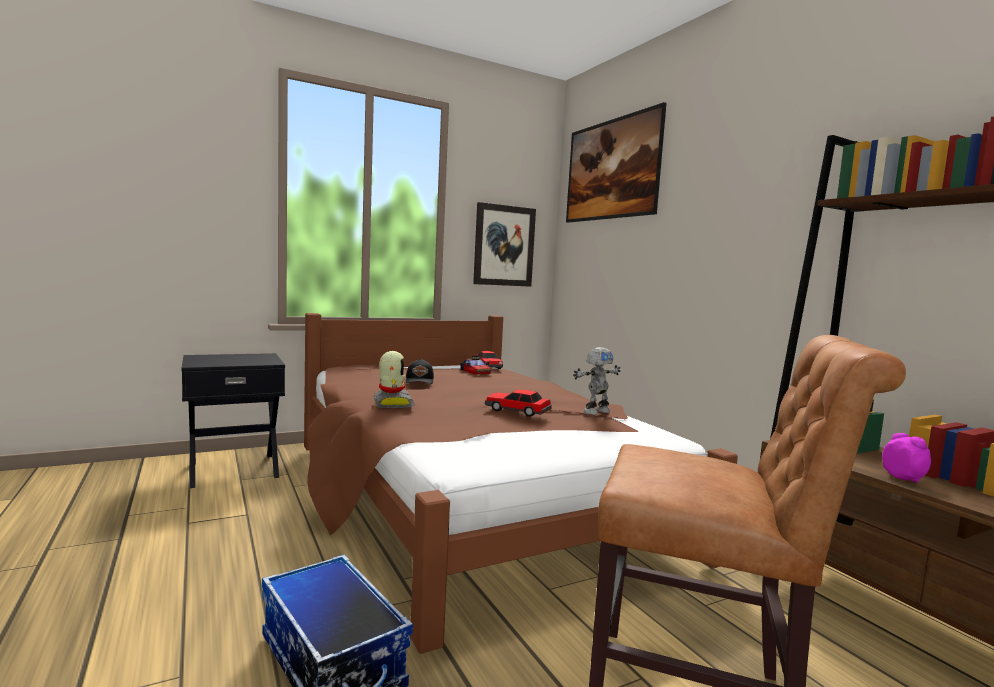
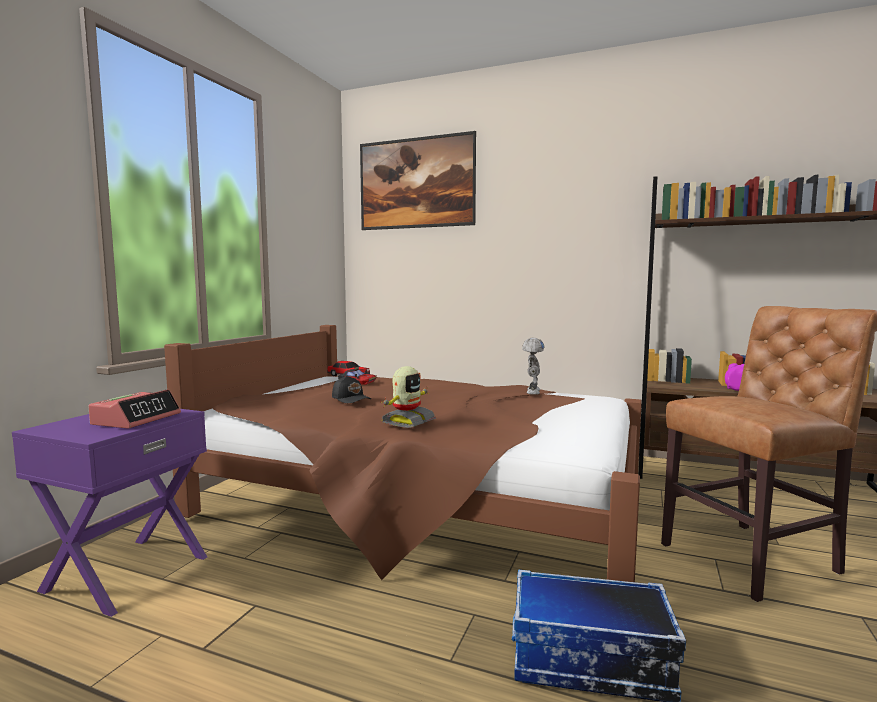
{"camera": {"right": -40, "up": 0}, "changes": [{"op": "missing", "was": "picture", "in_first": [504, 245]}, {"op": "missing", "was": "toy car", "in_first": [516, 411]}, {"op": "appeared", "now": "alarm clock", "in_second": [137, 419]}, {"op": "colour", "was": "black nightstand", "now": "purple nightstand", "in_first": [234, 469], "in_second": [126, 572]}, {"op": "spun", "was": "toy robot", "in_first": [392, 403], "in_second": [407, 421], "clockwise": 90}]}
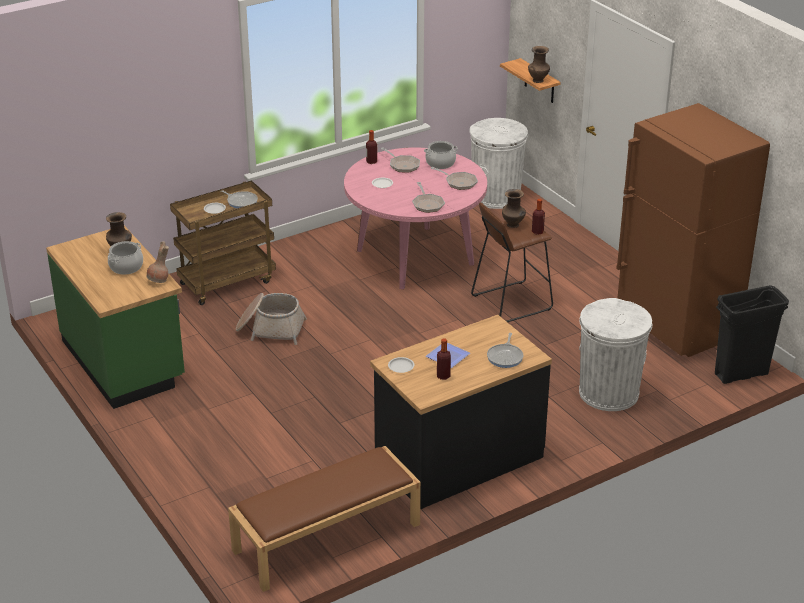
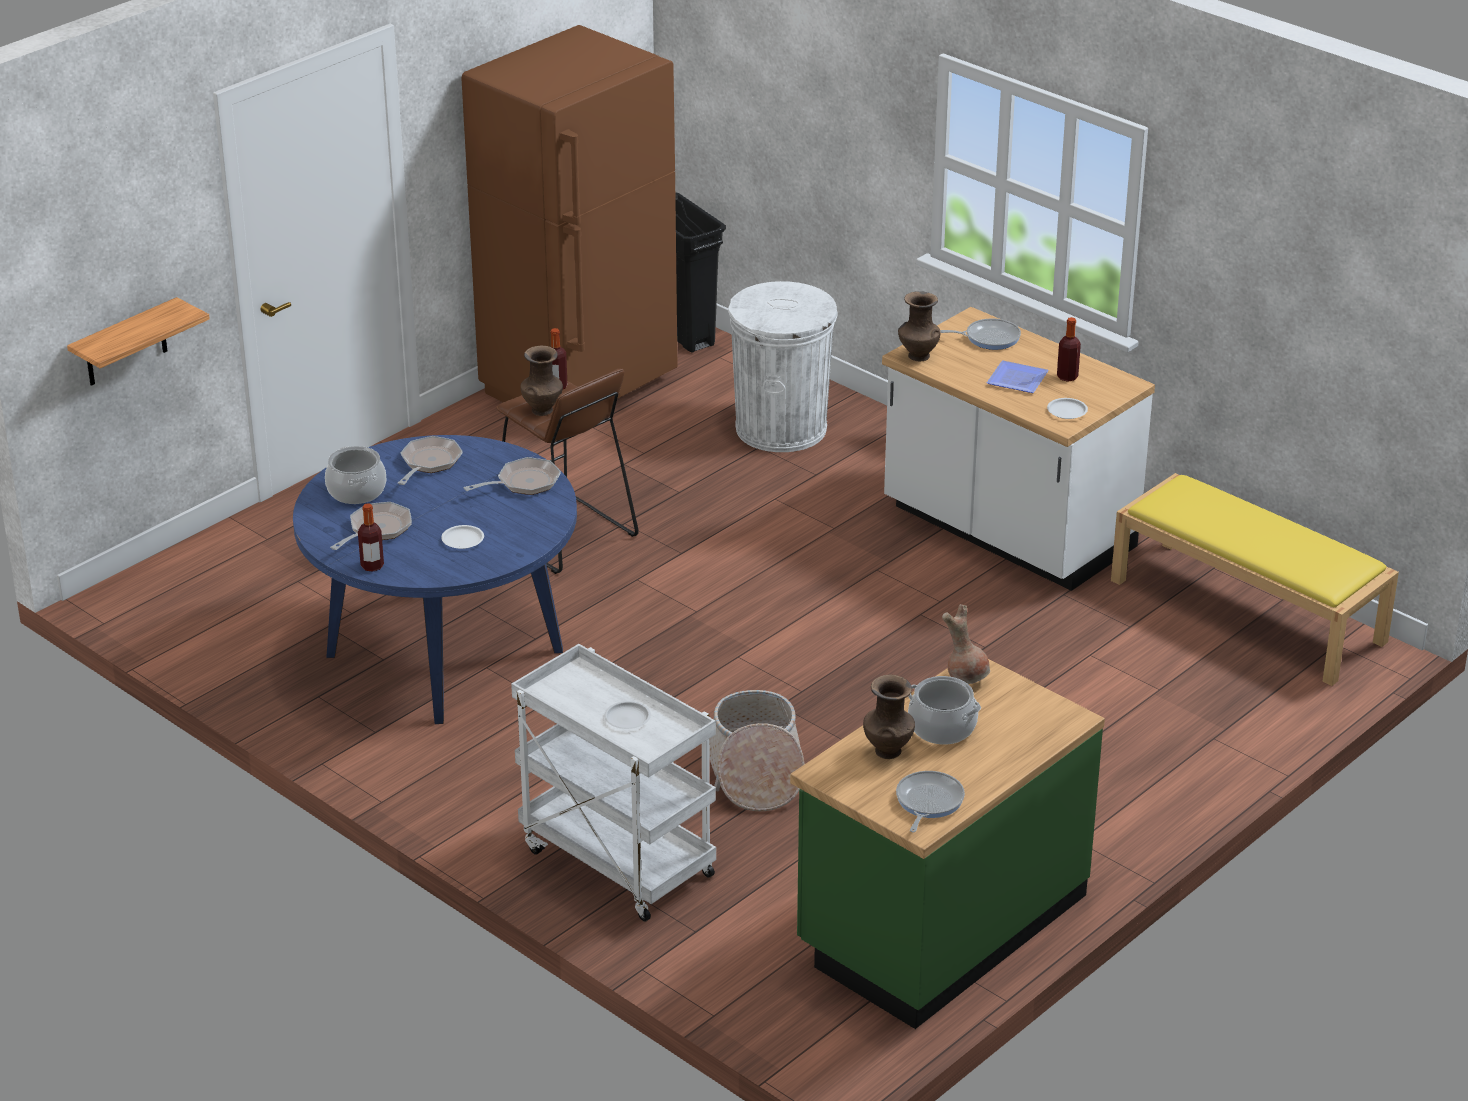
{"camera": {"right": -105, "up": 0}, "changes": [{"op": "missing", "was": "white trash can", "in_first": [496, 196]}, {"op": "relocated", "was": "frying pan", "in_first": [241, 201], "in_second": [928, 802]}, {"op": "relocated", "was": "brown vase", "in_first": [538, 80], "in_second": [917, 356]}, {"op": "colour", "was": "brown cart", "now": "white cart", "in_first": [227, 282], "in_second": [614, 862]}, {"op": "colour", "was": "brown bench", "now": "yellow bench", "in_first": [326, 538], "in_second": [1249, 611]}, {"op": "colour", "was": "pink dining table", "now": "blue dining table", "in_first": [415, 257], "in_second": [444, 653]}, {"op": "colour", "was": "black counter", "now": "white counter", "in_first": [458, 458], "in_second": [1007, 531]}]}
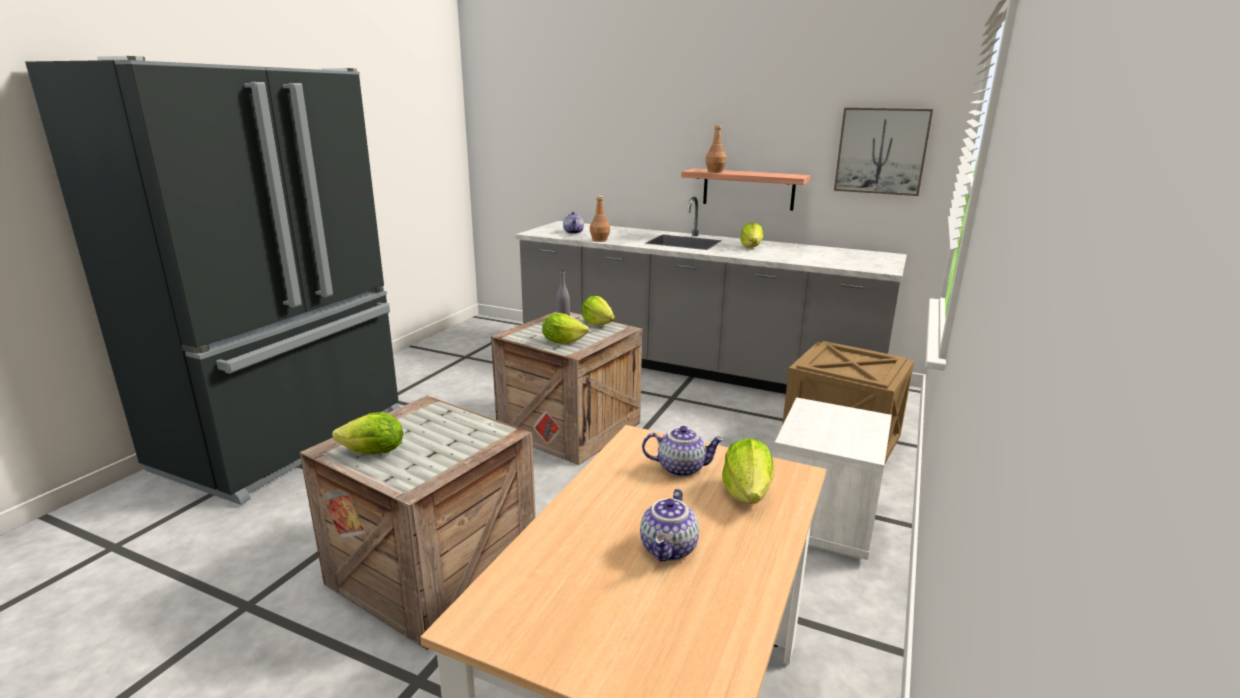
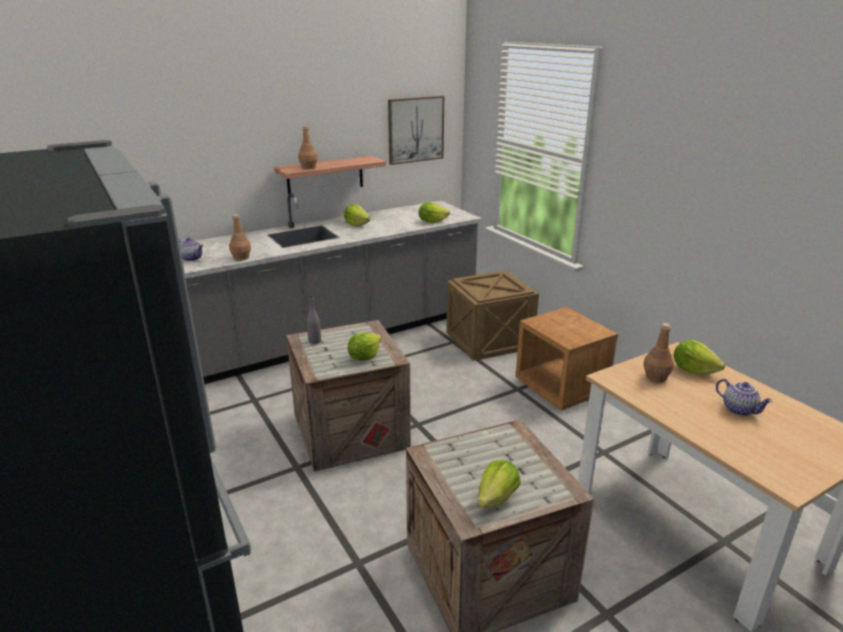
{"camera": {"right": -55, "up": 5}, "changes": [{"op": "relocated", "was": "lettuce", "in_first": [597, 323], "in_second": [432, 222]}, {"op": "exchanged", "was": "teapot", "now": "brown bottle", "in_first": [681, 468], "in_second": [655, 377]}, {"op": "colour", "was": "white nightstand", "now": "brown nightstand", "in_first": [822, 522], "in_second": [561, 388]}]}
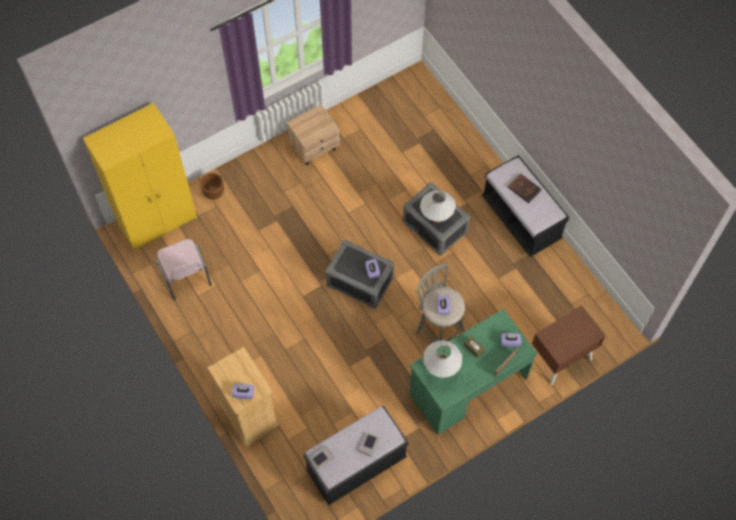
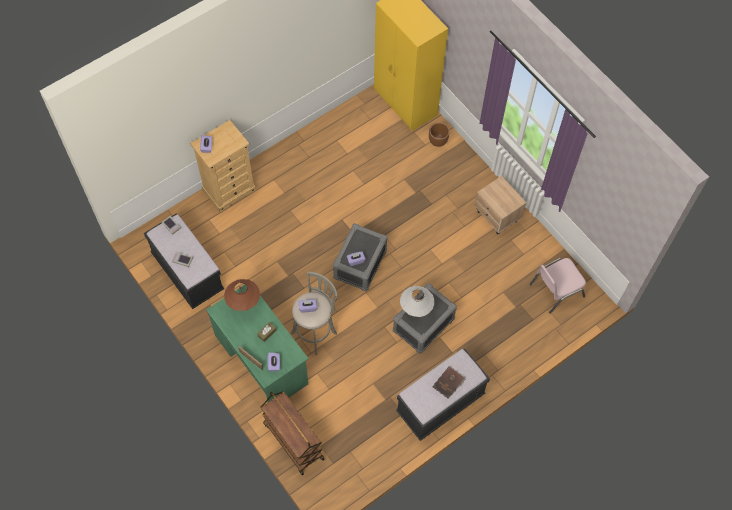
{"camera": {"right": 85, "up": 0}, "changes": [{"op": "relocated", "was": "pink chair", "in_first": [185, 275], "in_second": [555, 290]}, {"op": "exchanged", "was": "brown nightstand", "now": "brown cart", "in_first": [560, 358], "in_second": [293, 441]}, {"op": "colour", "was": "white table lamp", "now": "brown table lamp", "in_first": [440, 370], "in_second": [244, 306]}]}
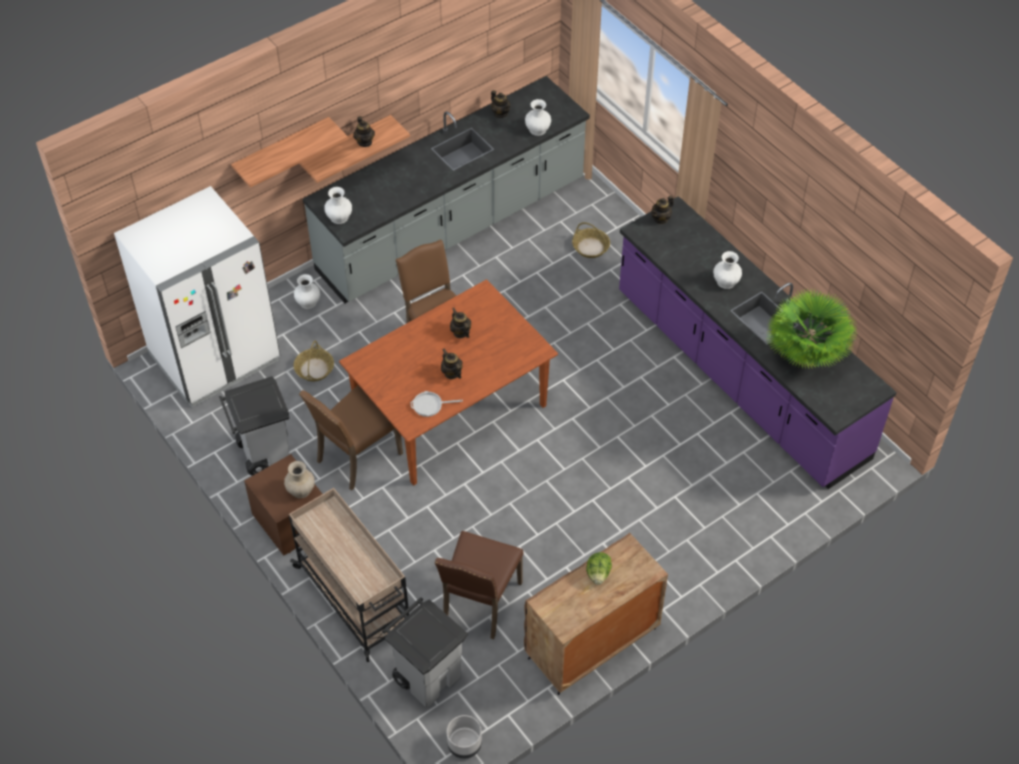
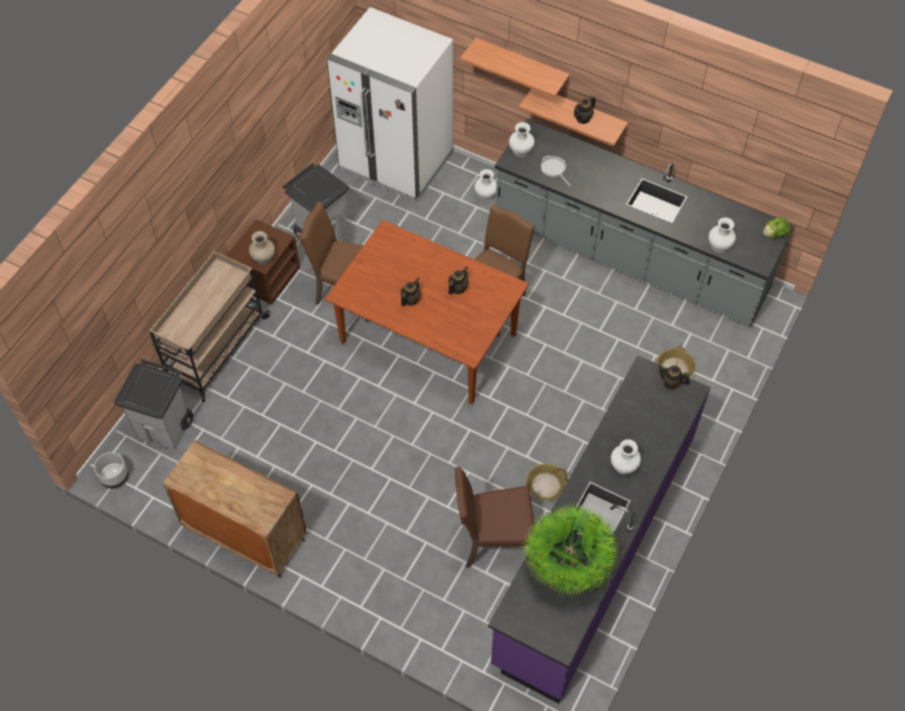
{"camera": {"right": 65, "up": 5}, "changes": [{"op": "missing", "was": "teapot", "in_first": [500, 113]}, {"op": "relocated", "was": "basket", "in_first": [314, 369], "in_second": [545, 485]}, {"op": "relocated", "was": "frying pan", "in_first": [430, 405], "in_second": [554, 169]}, {"op": "relocated", "was": "brown chair", "in_first": [479, 603], "in_second": [494, 541]}, {"op": "relocated", "was": "lettuce", "in_first": [598, 574], "in_second": [774, 234]}]}
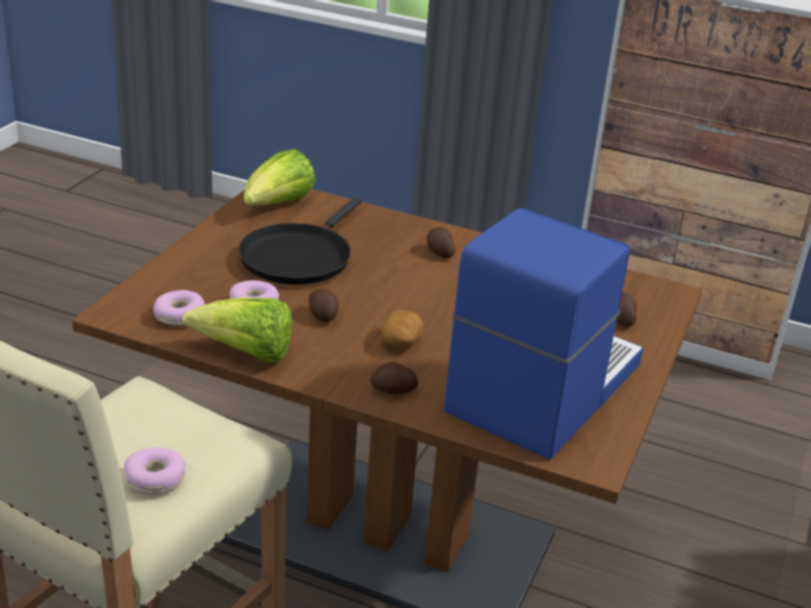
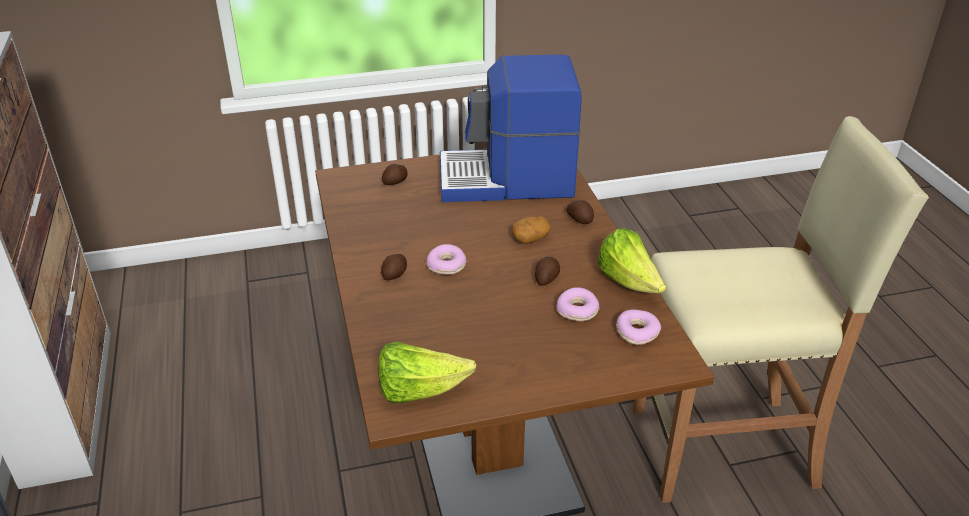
{"camera": {"right": -125, "up": 5}, "changes": [{"op": "missing", "was": "black frying pan", "in_first": [298, 257]}, {"op": "relocated", "was": "donut", "in_first": [155, 479], "in_second": [447, 265]}]}
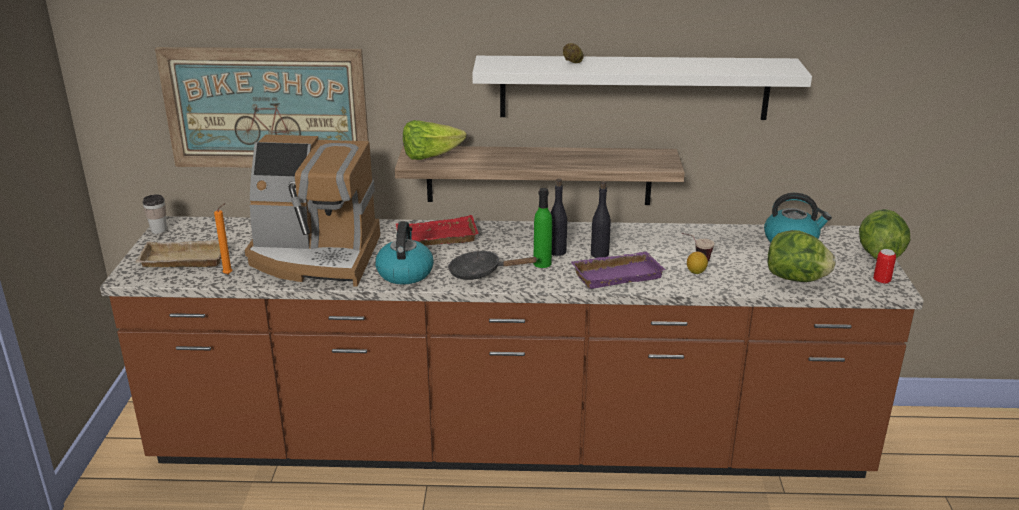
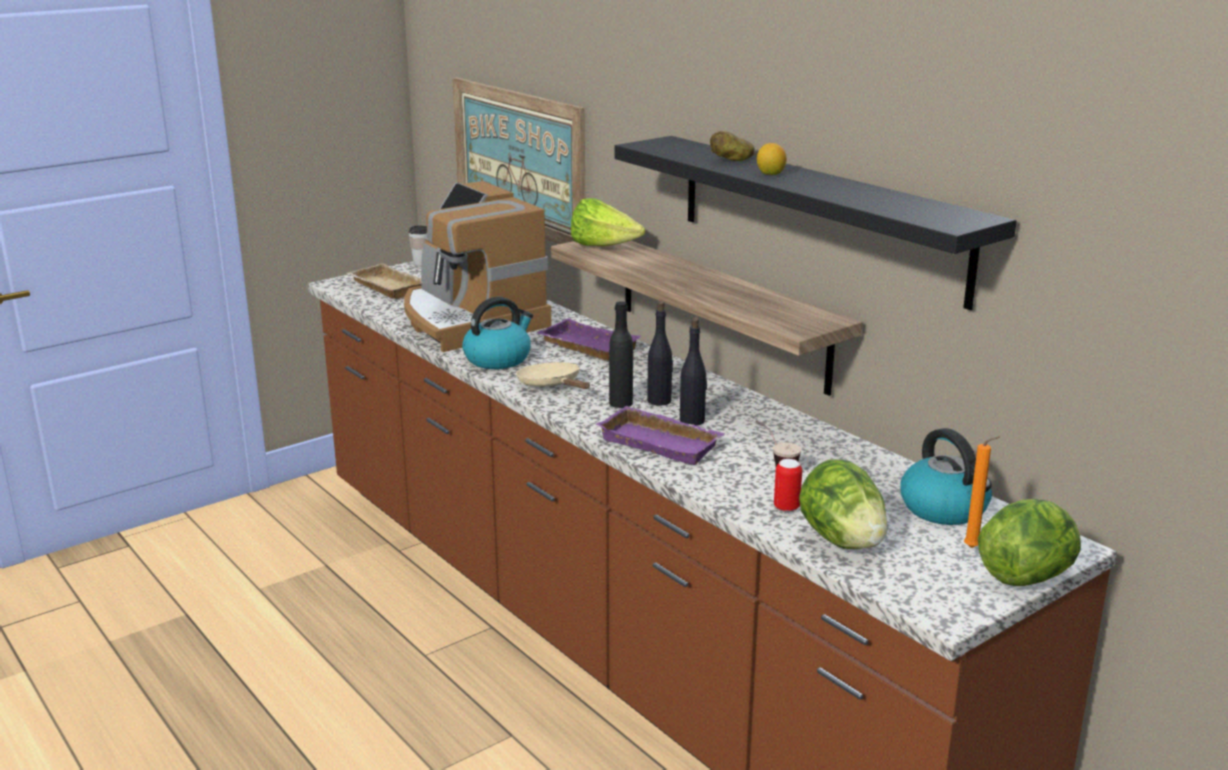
{"camera": {"right": 50, "up": -5}, "changes": [{"op": "relocated", "was": "orange candle", "in_first": [229, 274], "in_second": [974, 548]}, {"op": "relocated", "was": "lemon", "in_first": [696, 272], "in_second": [770, 174]}, {"op": "relocated", "was": "can", "in_first": [881, 281], "in_second": [786, 508]}, {"op": "colour", "was": "red tray", "now": "purple tray", "in_first": [436, 239], "in_second": [585, 347]}, {"op": "colour", "was": "black frying pan", "now": "beige frying pan", "in_first": [480, 272], "in_second": [552, 385]}, {"op": "colour", "was": "white shelf", "now": "black shelf", "in_first": [634, 87], "in_second": [818, 216]}, {"op": "colour", "was": "green bottle", "now": "black bottle", "in_first": [542, 263], "in_second": [621, 403]}]}
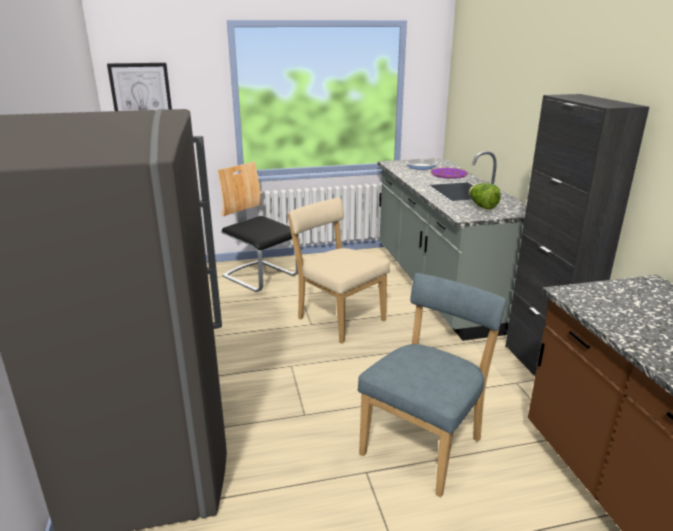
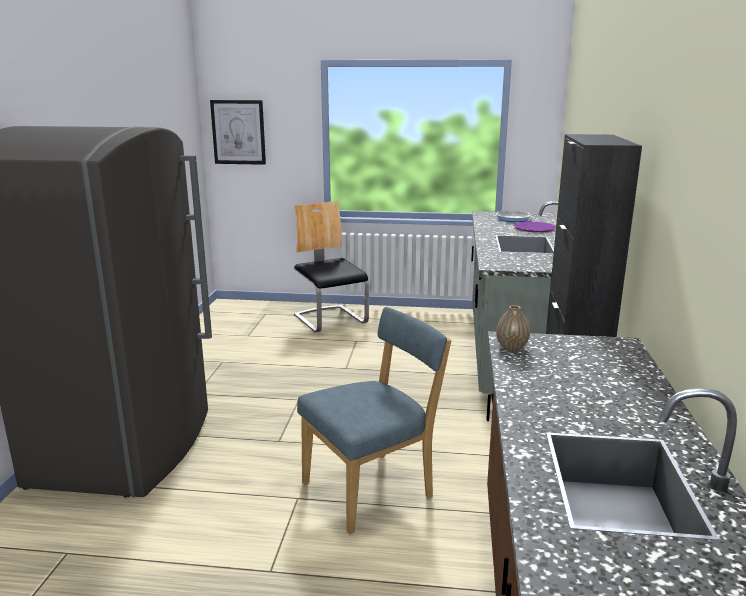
{"camera": {"right": 20, "up": -5}, "changes": [{"op": "missing", "was": "beige chair", "in_first": [338, 318]}, {"op": "missing", "was": "lettuce", "in_first": [482, 206]}, {"op": "appeared", "now": "vase", "in_second": [511, 347]}]}
